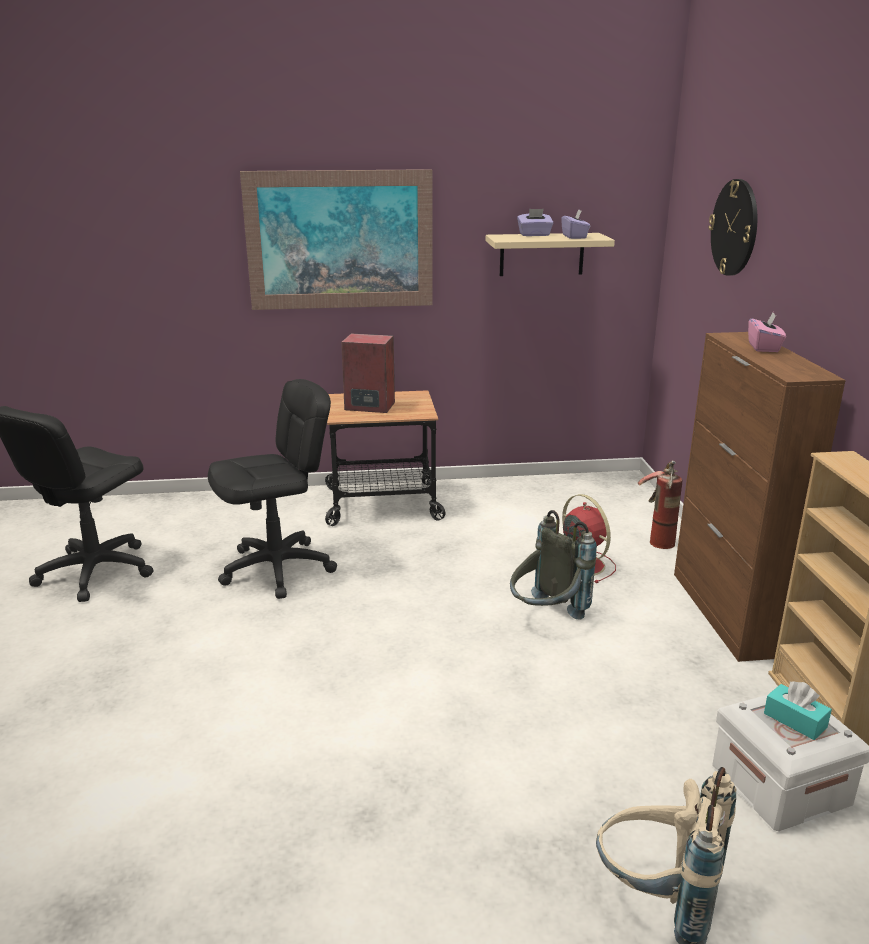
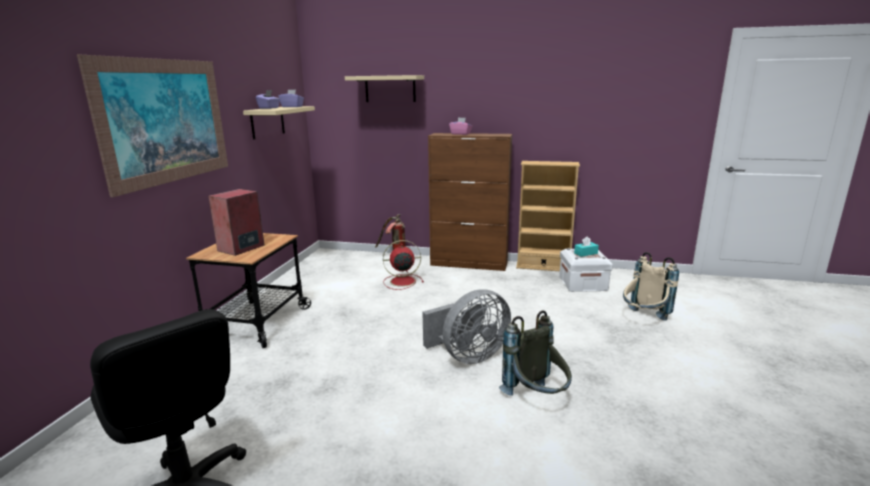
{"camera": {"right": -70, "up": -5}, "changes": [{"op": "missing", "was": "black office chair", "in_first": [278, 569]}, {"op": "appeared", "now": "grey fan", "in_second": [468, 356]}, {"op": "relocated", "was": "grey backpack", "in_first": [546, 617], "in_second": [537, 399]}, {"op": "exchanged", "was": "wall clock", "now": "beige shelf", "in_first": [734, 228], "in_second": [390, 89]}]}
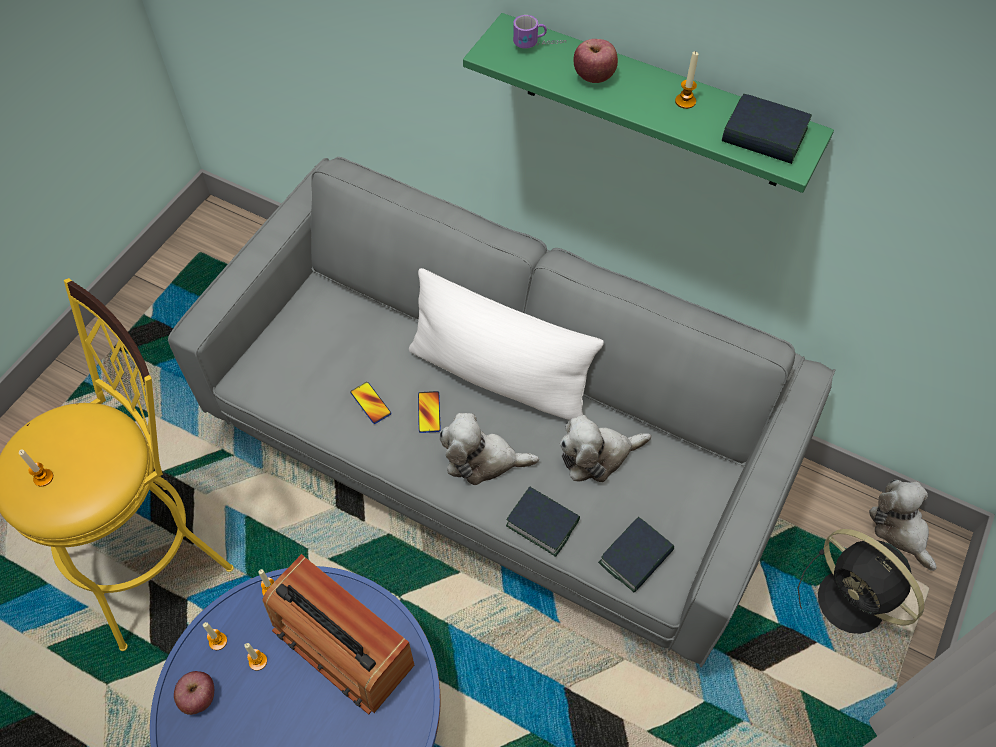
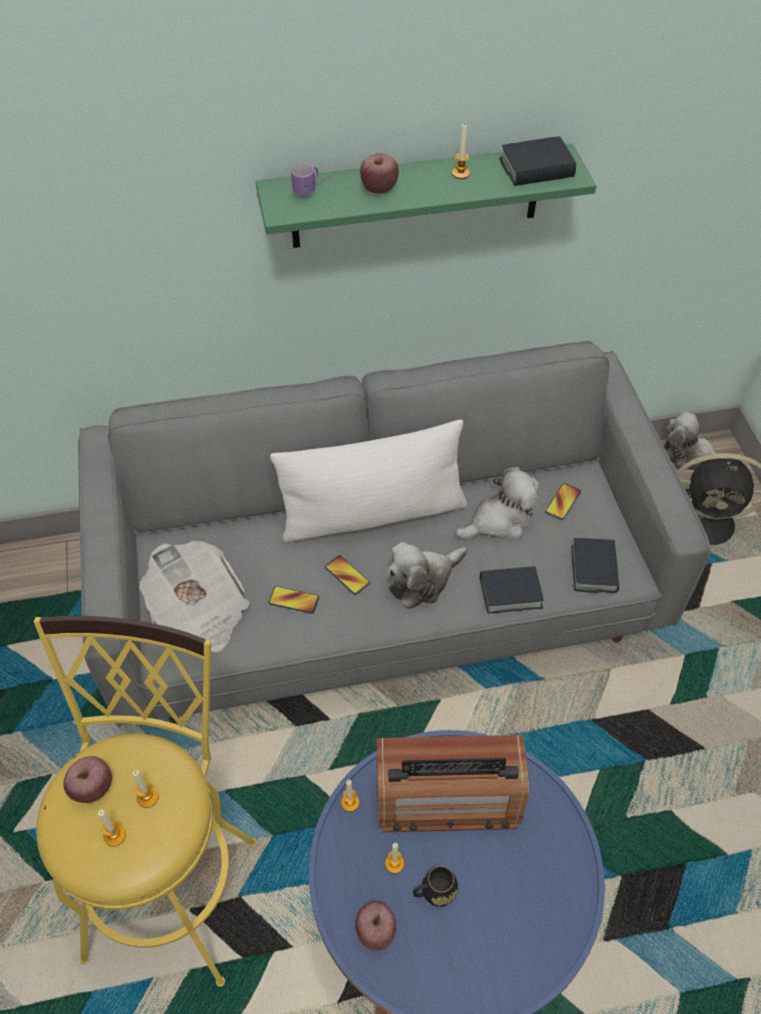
{"camera": {"right": -40, "up": -5}, "changes": [{"op": "appeared", "now": "apple", "in_second": [93, 788]}, {"op": "appeared", "now": "newspaper", "in_second": [199, 611]}, {"op": "appeared", "now": "black mug", "in_second": [434, 892]}, {"op": "appeared", "now": "phone", "in_second": [563, 502]}, {"op": "relocated", "was": "candle", "in_first": [218, 641], "in_second": [147, 797]}, {"op": "spun", "was": "plush toy", "in_first": [598, 456], "in_second": [499, 520], "clockwise": -150}]}
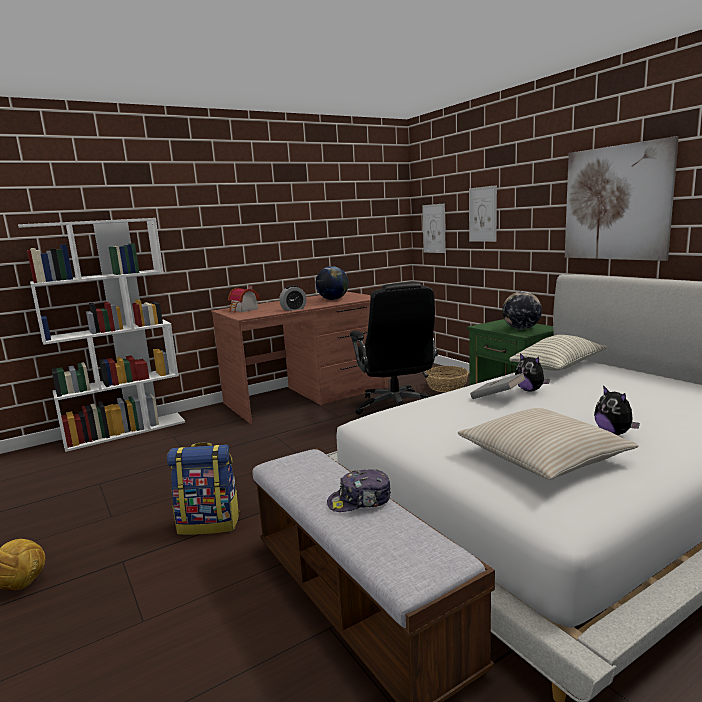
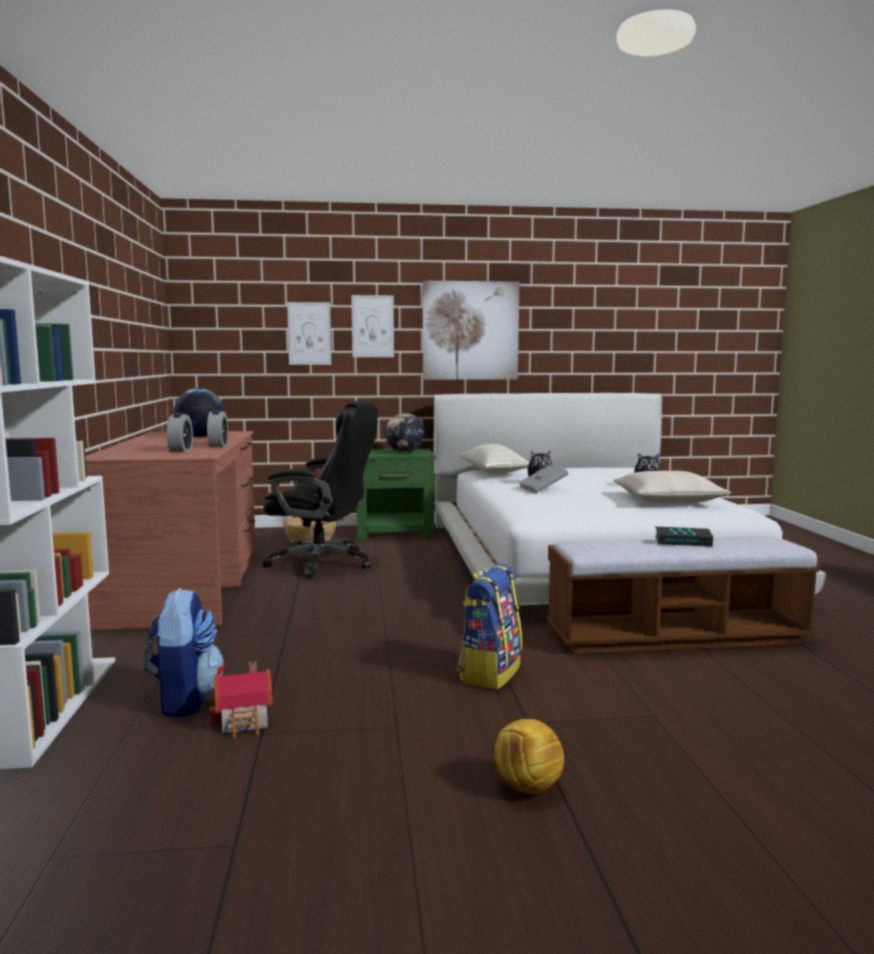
{"camera": {"right": -65, "up": -5}, "changes": [{"op": "appeared", "now": "backpack", "in_second": [184, 699]}, {"op": "appeared", "now": "alarm clock", "in_second": [181, 450]}, {"op": "relocated", "was": "toy house", "in_first": [243, 310], "in_second": [246, 721]}, {"op": "relocated", "was": "picture", "in_first": [434, 228], "in_second": [372, 326]}, {"op": "exchanged", "was": "cap", "now": "book", "in_first": [360, 501], "in_second": [683, 541]}]}
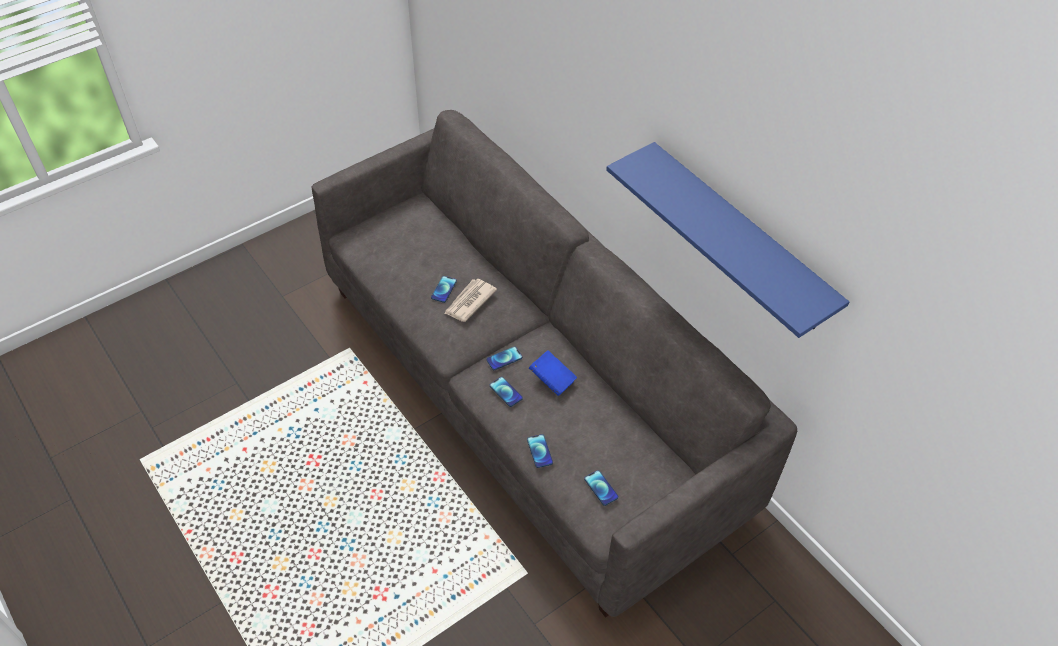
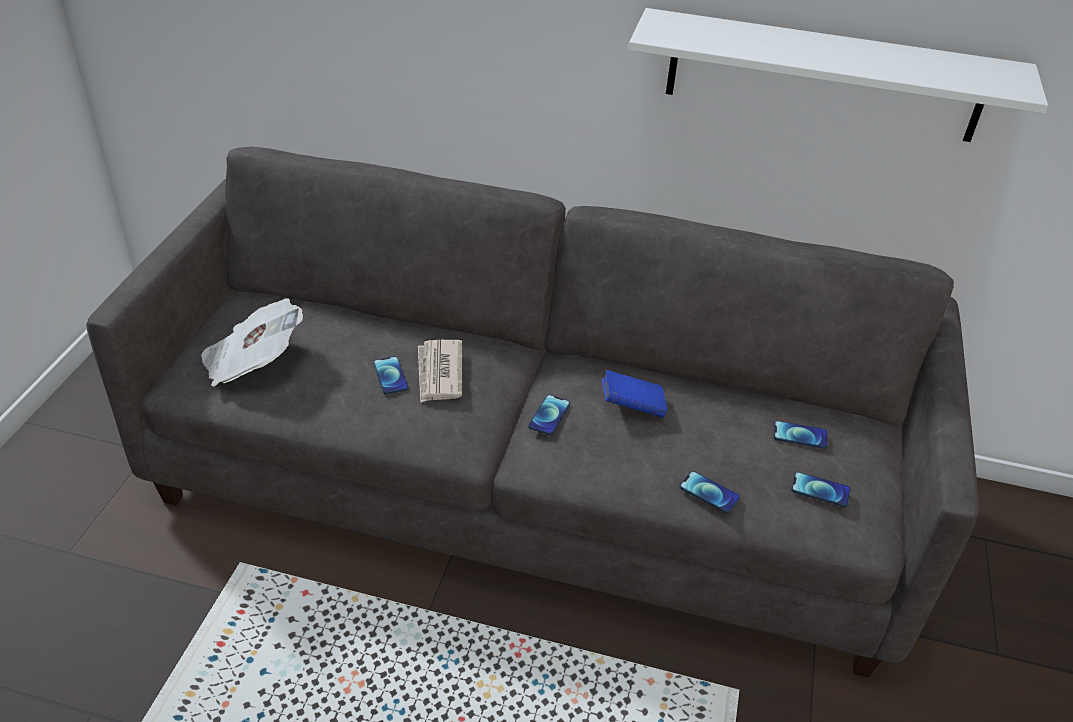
{"camera": {"right": -40, "up": -10}, "changes": [{"op": "appeared", "now": "newspaper", "in_second": [253, 363]}, {"op": "relocated", "was": "phone", "in_first": [506, 392], "in_second": [800, 435]}, {"op": "colour", "was": "blue shelf", "now": "white shelf", "in_first": [739, 238], "in_second": [824, 76]}]}
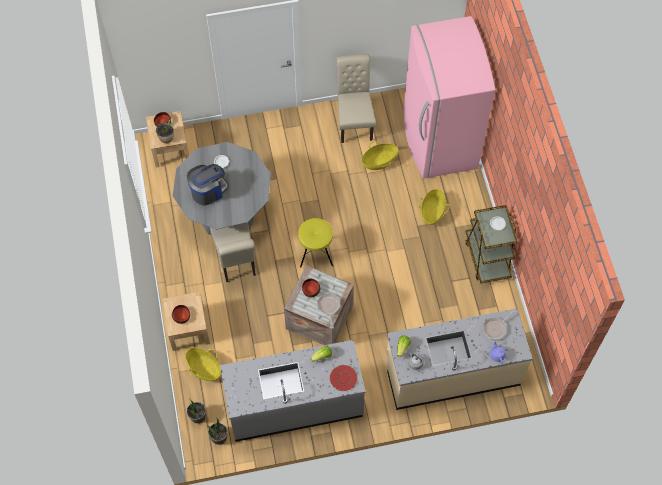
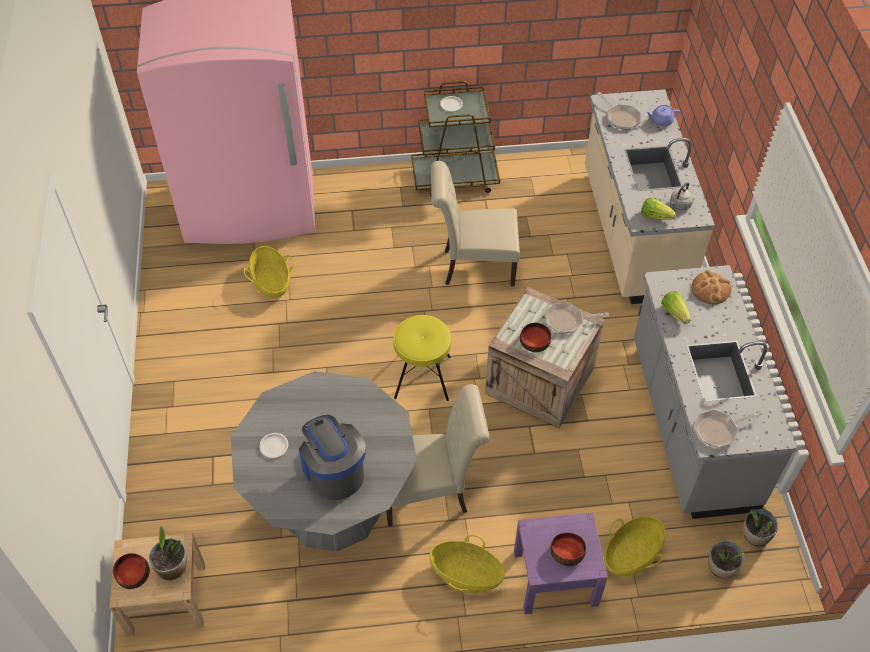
{"camera": {"right": -85, "up": -10}, "changes": [{"op": "appeared", "now": "frying pan", "in_second": [719, 430]}, {"op": "relocated", "was": "beige chair", "in_first": [354, 120], "in_second": [473, 267]}, {"op": "relocated", "was": "basket", "in_first": [432, 212], "in_second": [466, 574]}, {"op": "exchanged", "was": "red plate", "now": "bread", "in_first": [343, 378], "in_second": [710, 289]}, {"op": "colour", "was": "beige nightstand", "now": "purple nightstand", "in_first": [188, 329], "in_second": [555, 578]}]}
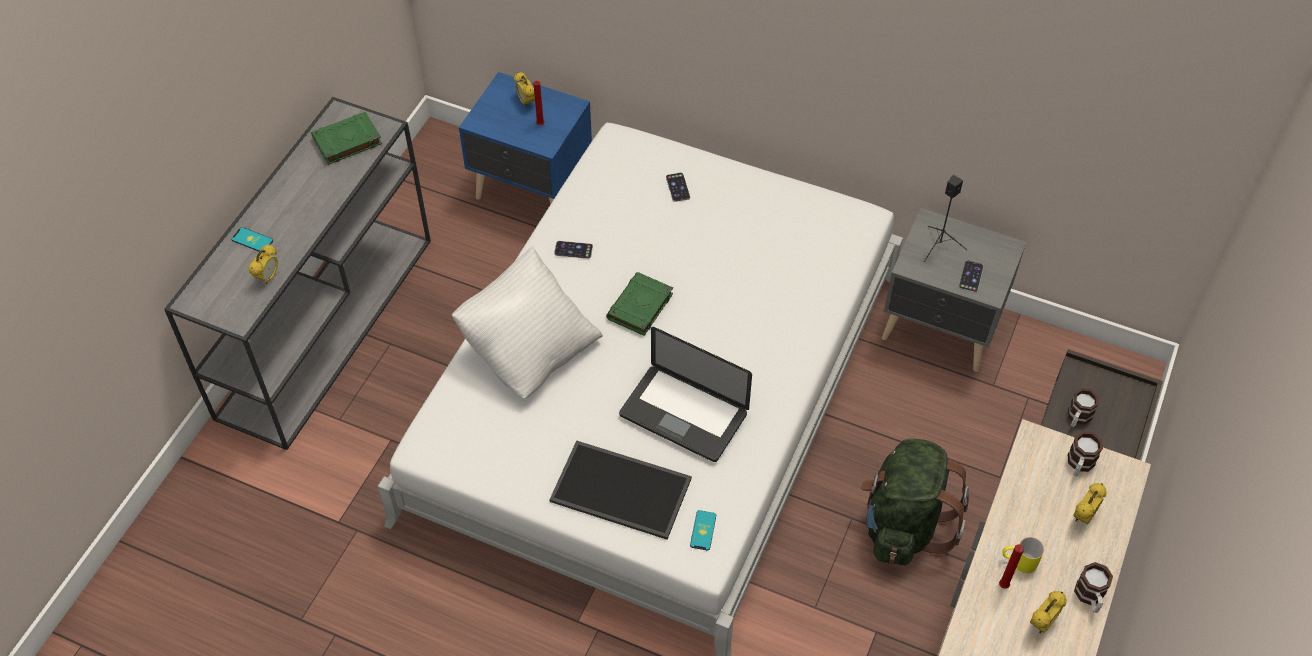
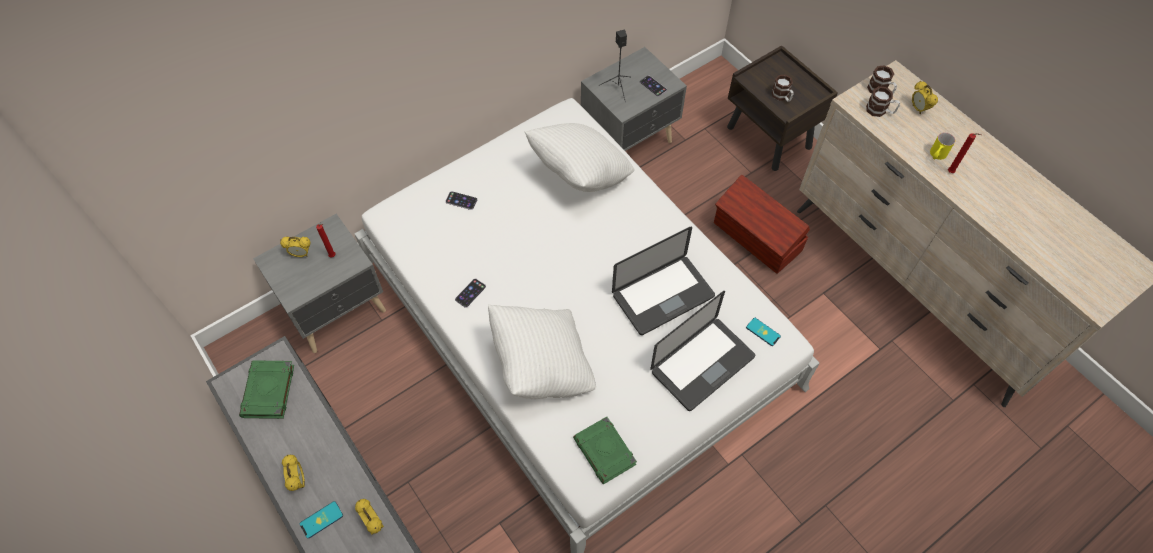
{"camera": {"right": -60, "up": 5}, "changes": [{"op": "appeared", "now": "white pillow", "in_second": [580, 175]}, {"op": "relocated", "was": "green book", "in_first": [640, 307], "in_second": [605, 452]}, {"op": "relocated", "was": "alarm clock", "in_first": [1042, 624], "in_second": [299, 481]}, {"op": "relocated", "was": "mug", "in_first": [1090, 597], "in_second": [880, 111]}, {"op": "exchanged", "was": "tray", "now": "laptop", "in_first": [623, 488], "in_second": [702, 364]}, {"op": "exchanged", "was": "green backpack", "now": "brown storage box", "in_first": [903, 525], "in_second": [757, 238]}, {"op": "colour", "was": "blue nightstand", "now": "grey nightstand", "in_first": [532, 191], "in_second": [339, 311]}]}
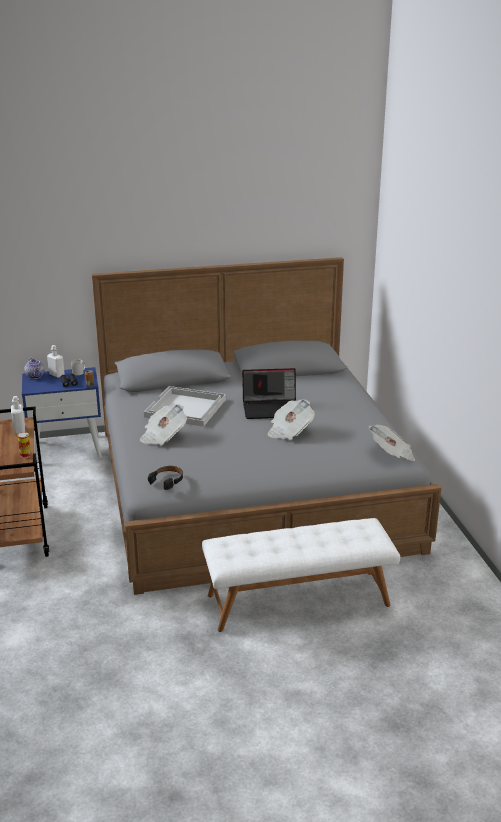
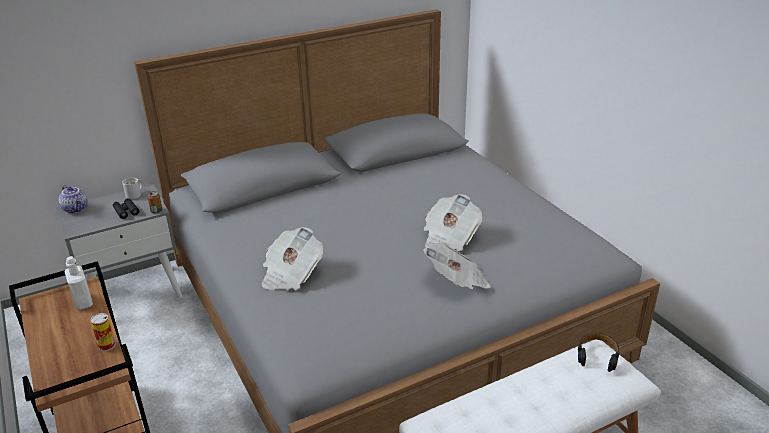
{"camera": {"right": -15, "up": 5}, "changes": [{"op": "missing", "was": "white bottle", "in_first": [56, 375]}, {"op": "missing", "was": "white tray", "in_first": [186, 408]}, {"op": "missing", "was": "laptop", "in_first": [271, 408]}, {"op": "relocated", "was": "black headphones", "in_first": [167, 480], "in_second": [597, 355]}, {"op": "relocated", "was": "newspaper", "in_first": [392, 454], "in_second": [457, 281]}, {"op": "colour", "was": "blue nightstand", "now": "grey nightstand", "in_first": [67, 448], "in_second": [133, 292]}]}
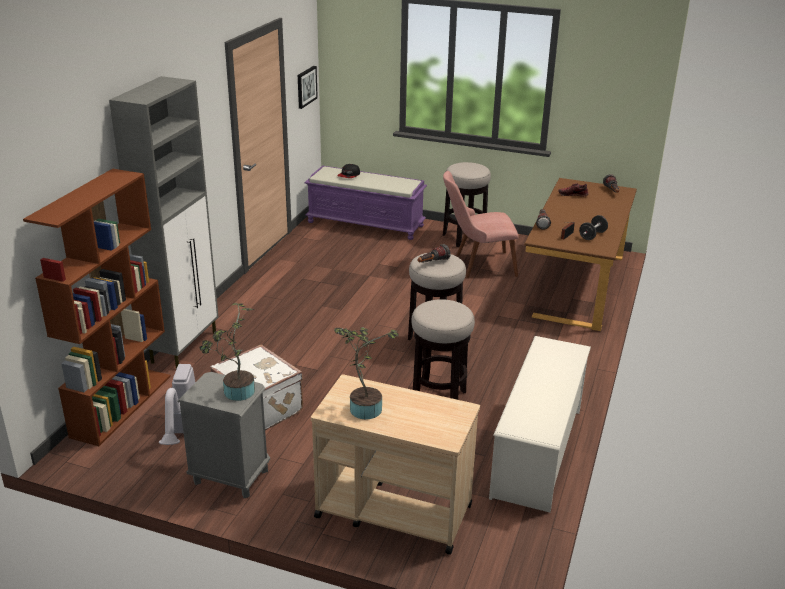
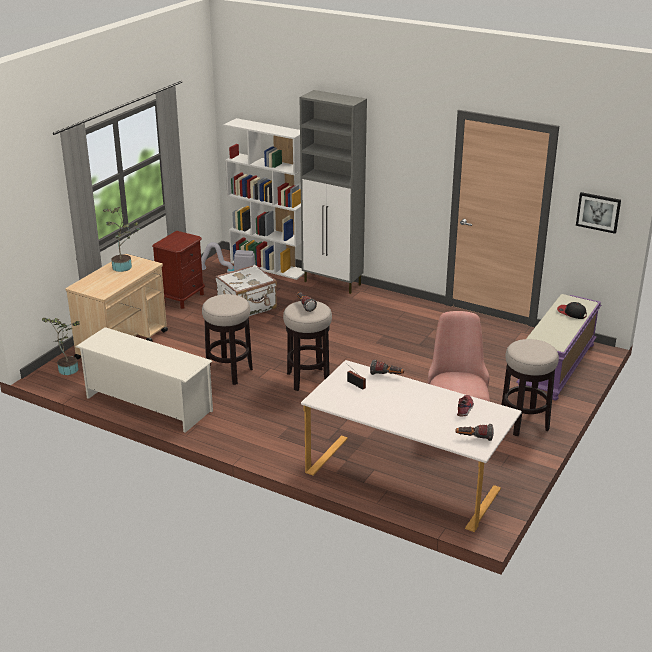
{"camera": {"right": 100, "up": 0}, "changes": [{"op": "missing", "was": "black dumbbell", "in_first": [592, 235]}, {"op": "relocated", "was": "potted plant", "in_first": [235, 393], "in_second": [67, 368]}, {"op": "colour", "was": "brown bookcase", "now": "white bookcase", "in_first": [122, 405], "in_second": [269, 266]}, {"op": "colour", "was": "grey nightstand", "now": "brown nightstand", "in_first": [230, 477], "in_second": [182, 298]}, {"op": "colour", "was": "brown desk", "now": "white desk", "in_first": [575, 284], "in_second": [406, 478]}]}
